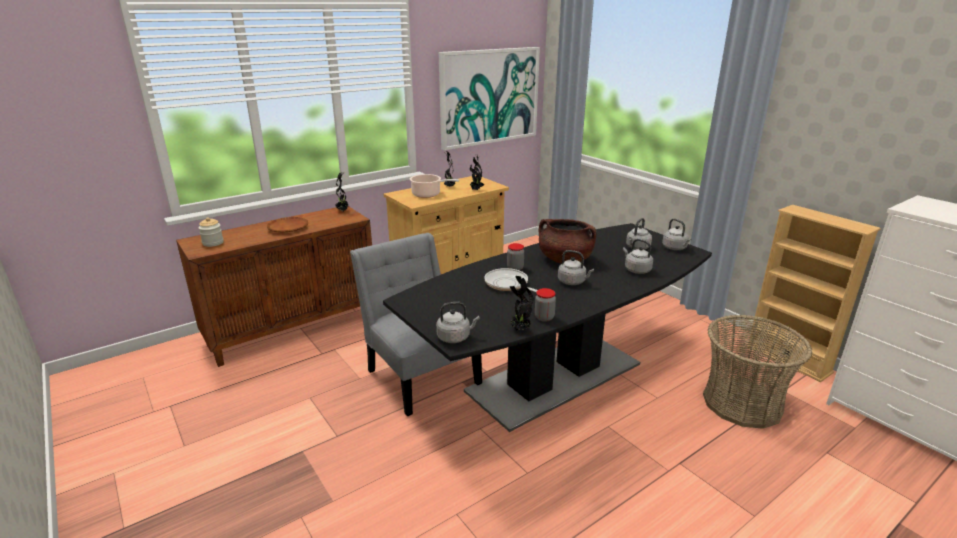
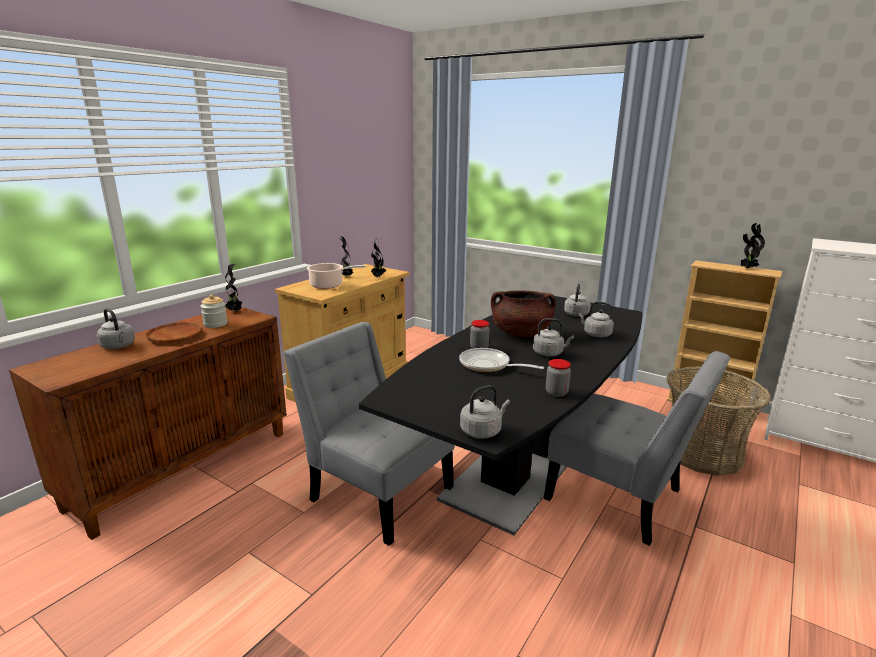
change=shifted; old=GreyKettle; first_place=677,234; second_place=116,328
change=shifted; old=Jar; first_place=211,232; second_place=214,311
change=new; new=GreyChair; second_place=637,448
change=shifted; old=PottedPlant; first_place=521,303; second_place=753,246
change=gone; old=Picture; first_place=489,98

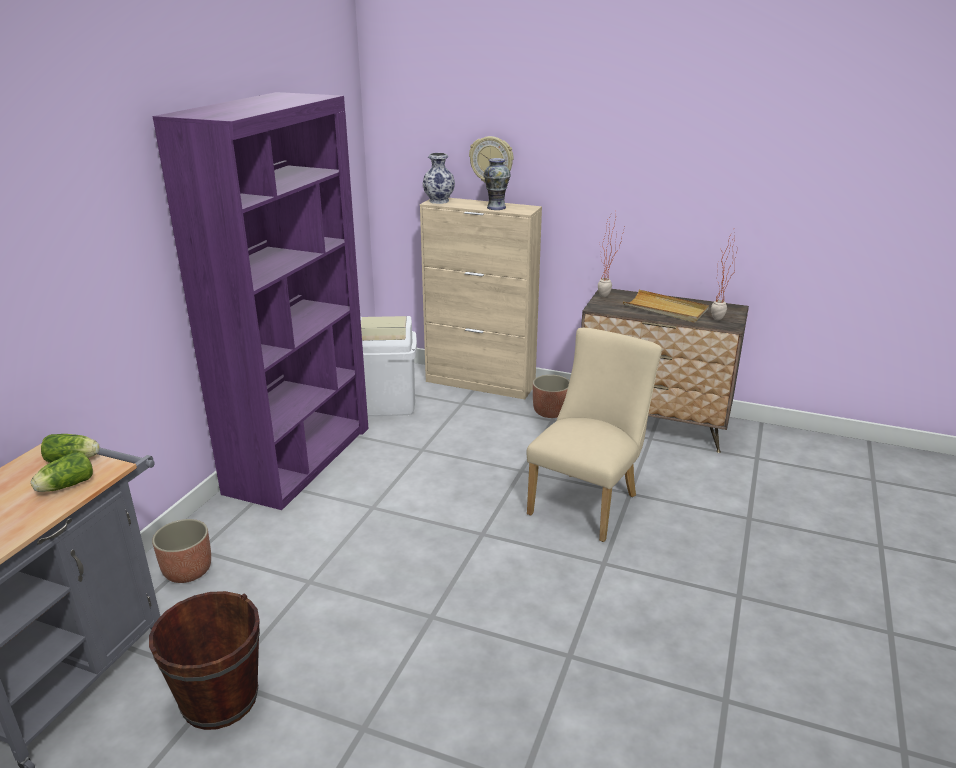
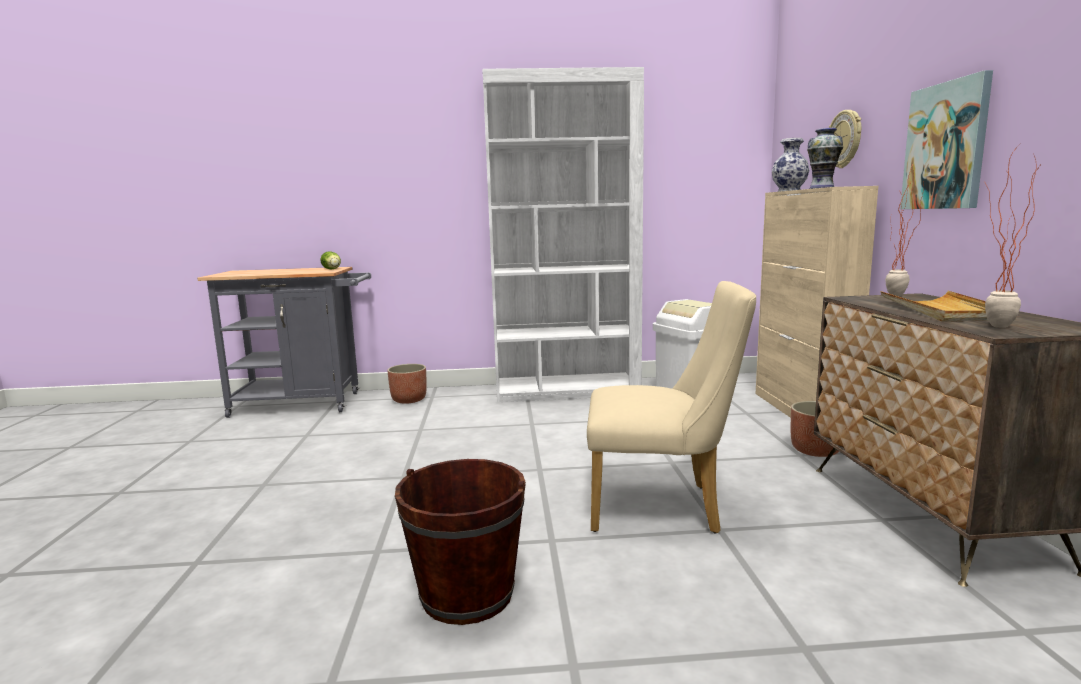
change=shifted; old=BrownBucket; first_place=204,660; second_place=460,542
change=repainted; old=PurpleBookcase; new=WhiteBookcase; first_place=260,301; second_place=563,234
change=new; new=Picture; second_place=946,139
change=gone; old=Lettuce; first_place=62,472

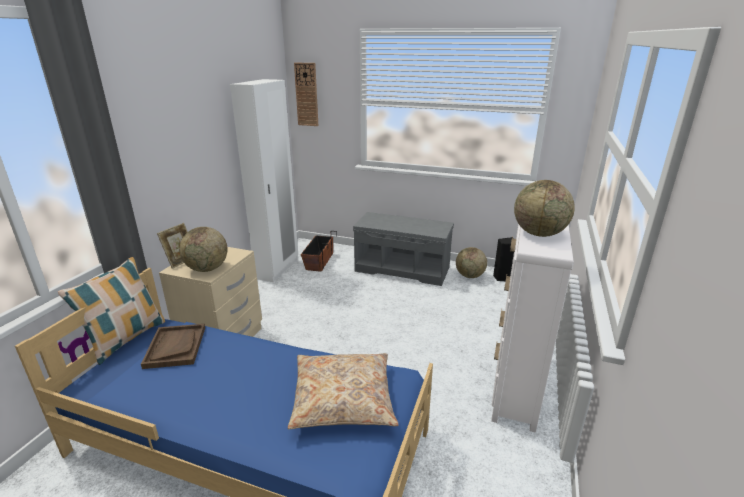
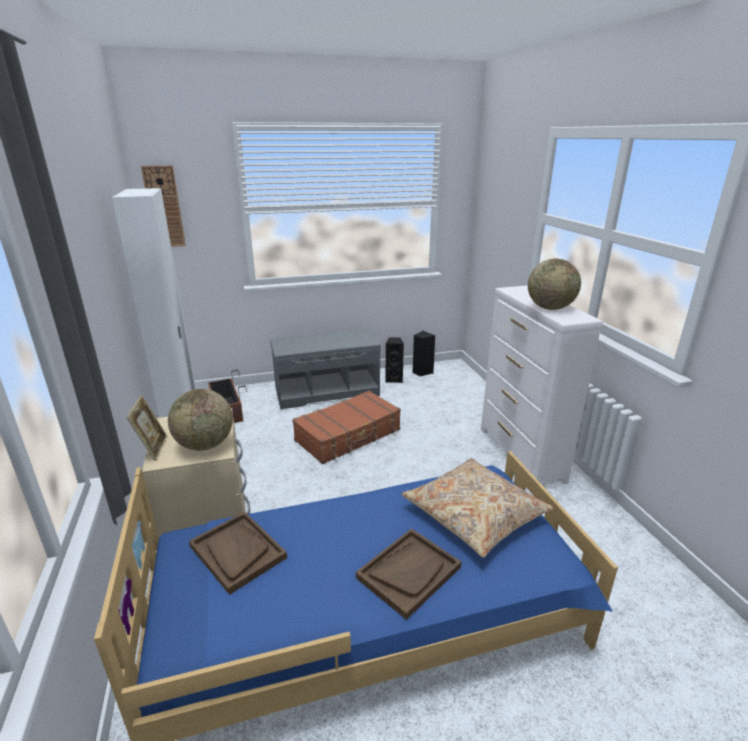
change=new; new=BrownSuitcase; second_place=346,427
change=new; new=BrownTray; second_place=408,574
change=swapped; old=Globe; new=BlackSpeaker; first_place=471,262; second_place=394,360
change=gone; old=Pillow; first_place=111,311

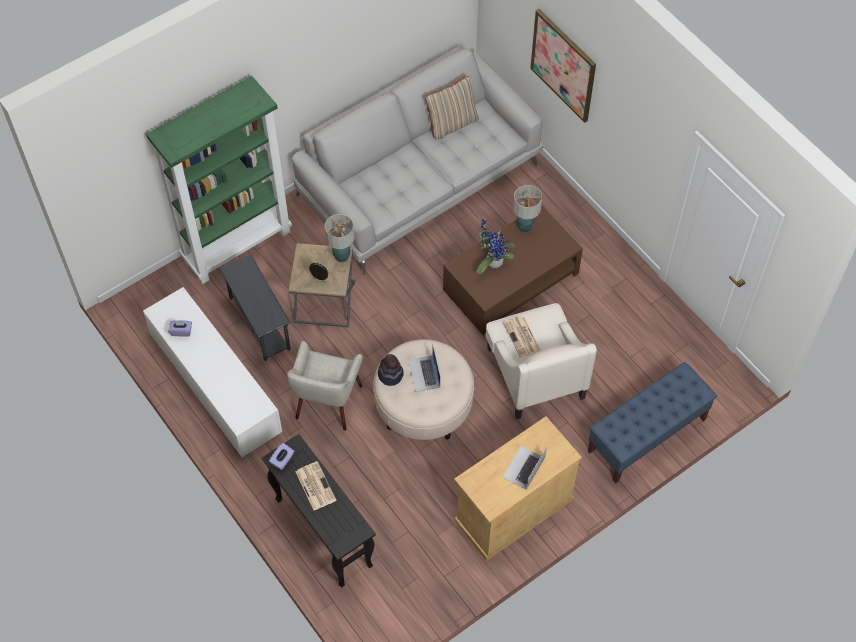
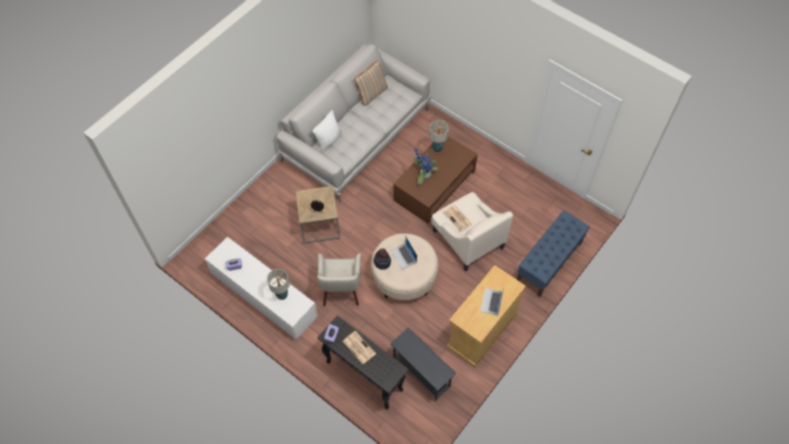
change=shifted; old=TableLamp; first_place=340,238; second_place=278,284
change=new; new=WhitePillow; second_place=327,131
change=shifted; old=GreySideTable; first_place=255,307; second_place=423,364
change=gone; old=GreenBookcase; first_place=219,180
change=gone; old=Picture; first_place=563,66

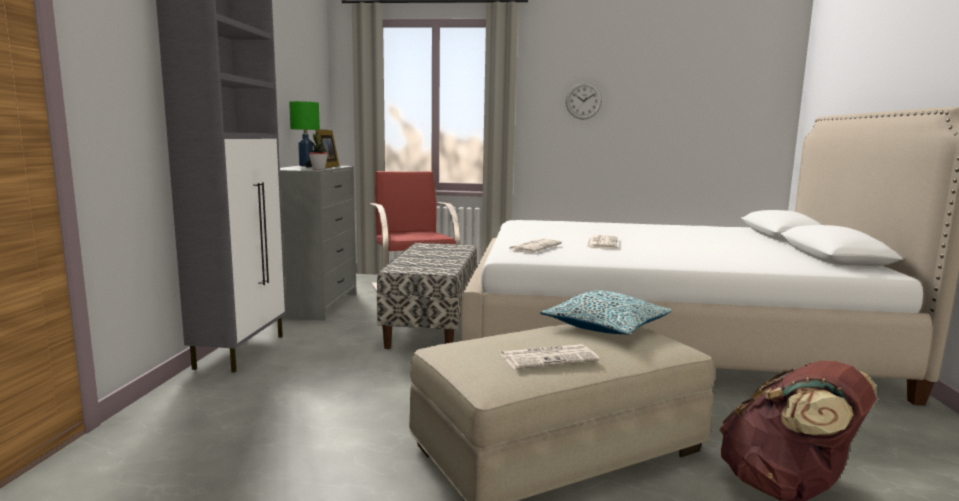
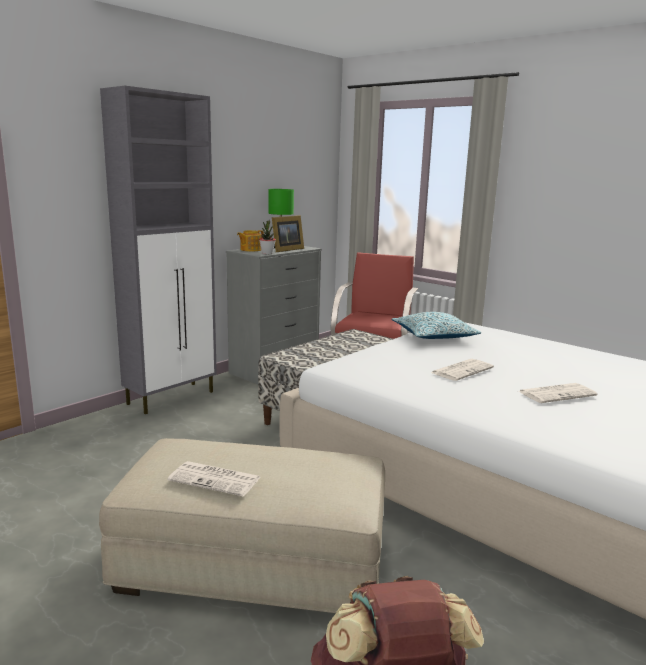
change=new; new=Teapot; second_place=250,241
change=shifted; old=Pillow; first_place=606,312; second_place=436,325
change=shifted; old=Newspaper; first_place=535,245; second_place=557,393
change=gone; old=WallClock; first_place=584,101

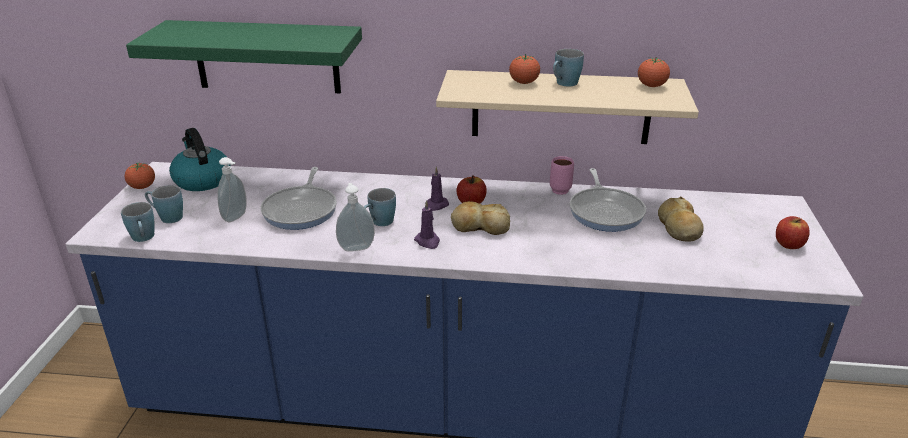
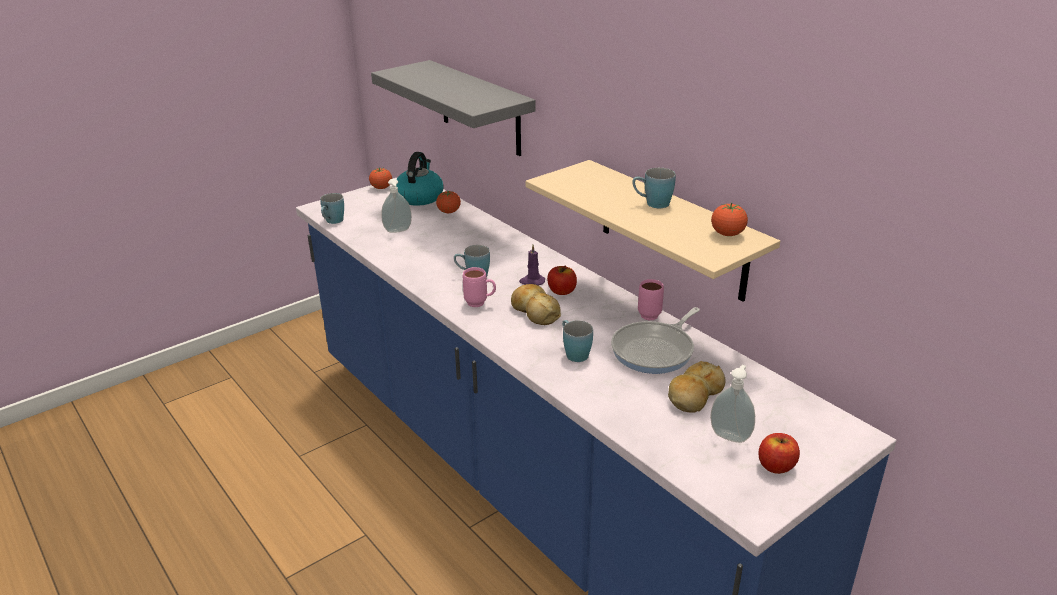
change=repainted; old=GreenShelf; new=GreyShelf; first_place=244,57; second_place=453,108
change=shifted; old=Tomato; first_place=524,69; second_place=448,201
change=swapped; old=PurpleCandle; new=PinkMug; first_place=427,224; second_place=479,287
change=shifted; old=BlueMug; first_place=164,204; second_place=577,341
change=shifted; old=SoapDispenser; first_place=355,217; second_place=732,404
change=gone; old=FryingPan; first_place=299,198

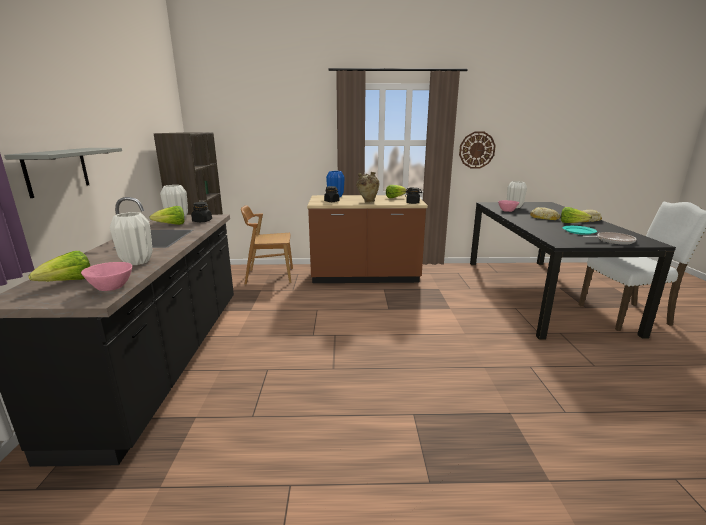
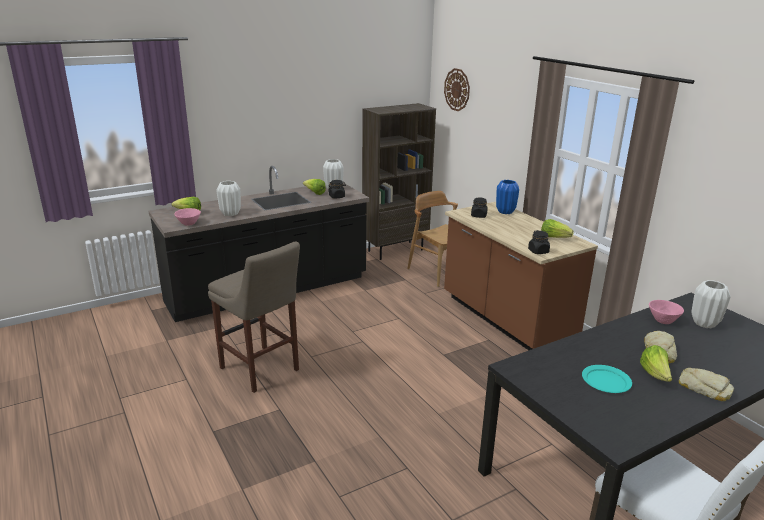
change=new; new=BeigeStool; second_place=254,317
change=shifted; old=WallClock; first_place=477,150; second_place=457,89
change=gone; old=GreyShelf; first_place=63,173
change=gone; old=BeigeVase; first_place=367,187
change=gone; old=FryingPan; first_place=609,238

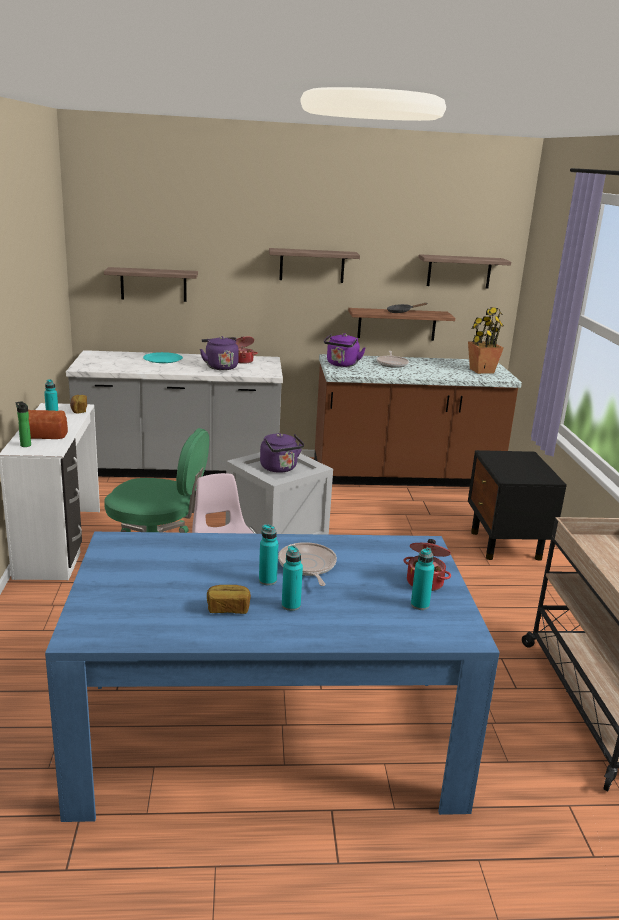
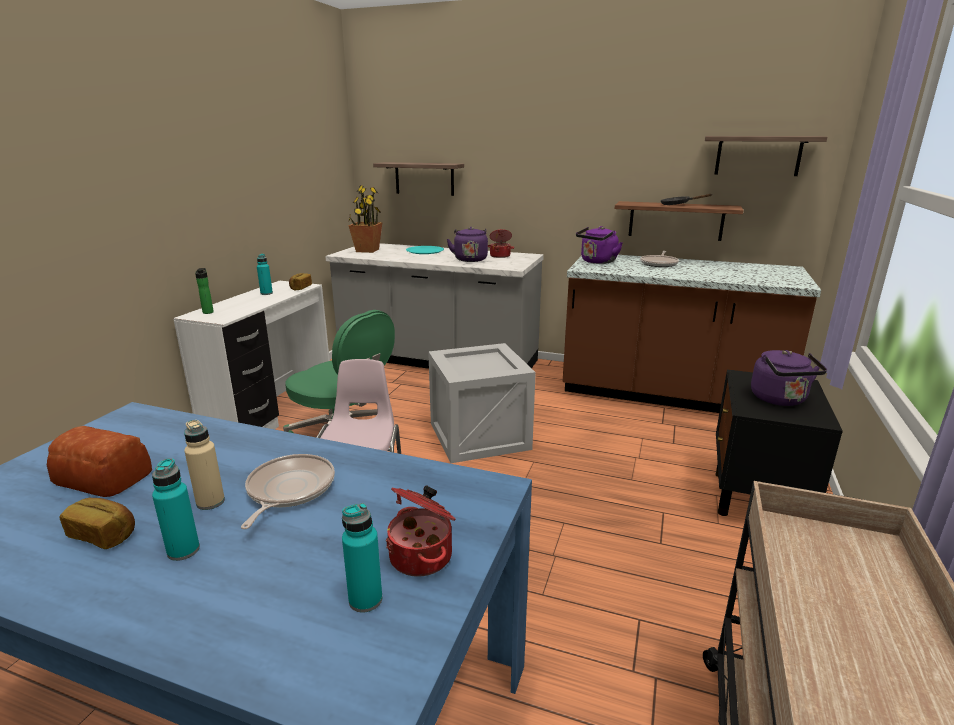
change=shifted; old=Bread; first_place=48,424; second_place=99,461
change=repainted; old=TurquoiseBottle; new=BeigeBottle; first_place=268,555; second_place=204,465
change=shifted; old=PottedPlant; first_place=486,340; second_place=365,219
change=shifted; old=PurpleKettle; first_place=282,453; second_place=789,378
change=gone; old=Shelf; first_place=314,265

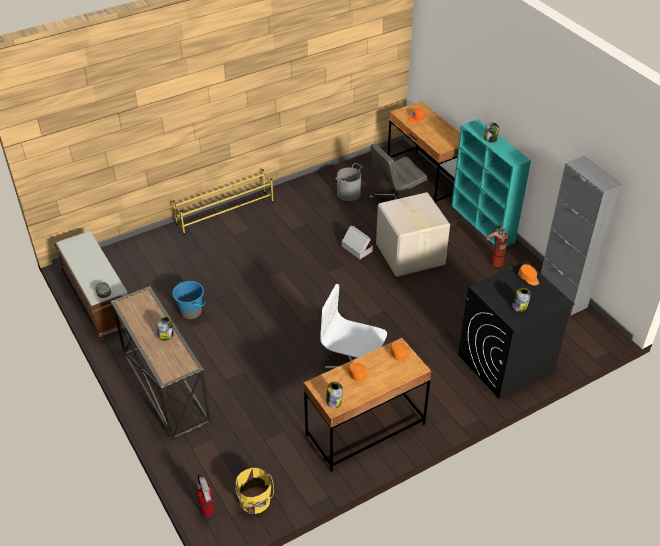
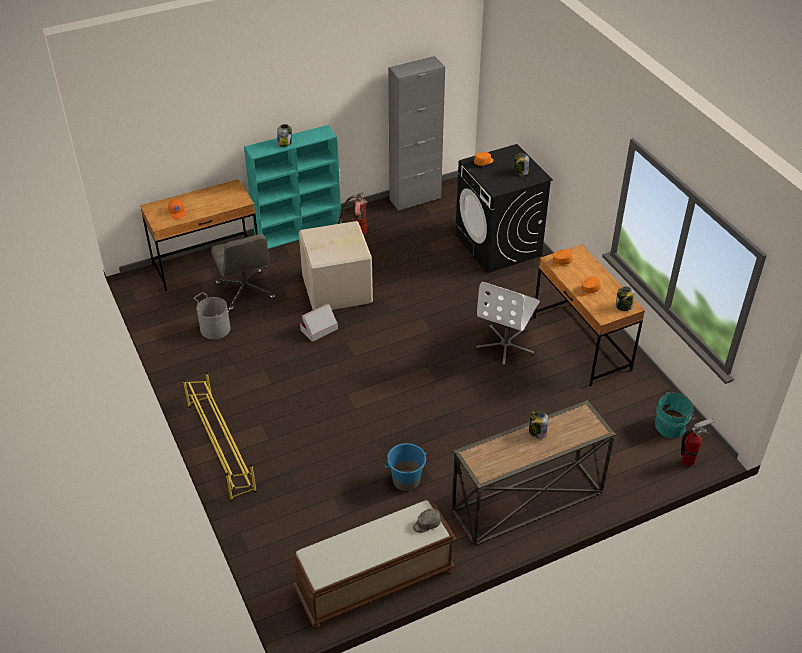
change=repainted; old=YellowBucket; new=TurquoiseBucket; first_place=254,490; second_place=675,415

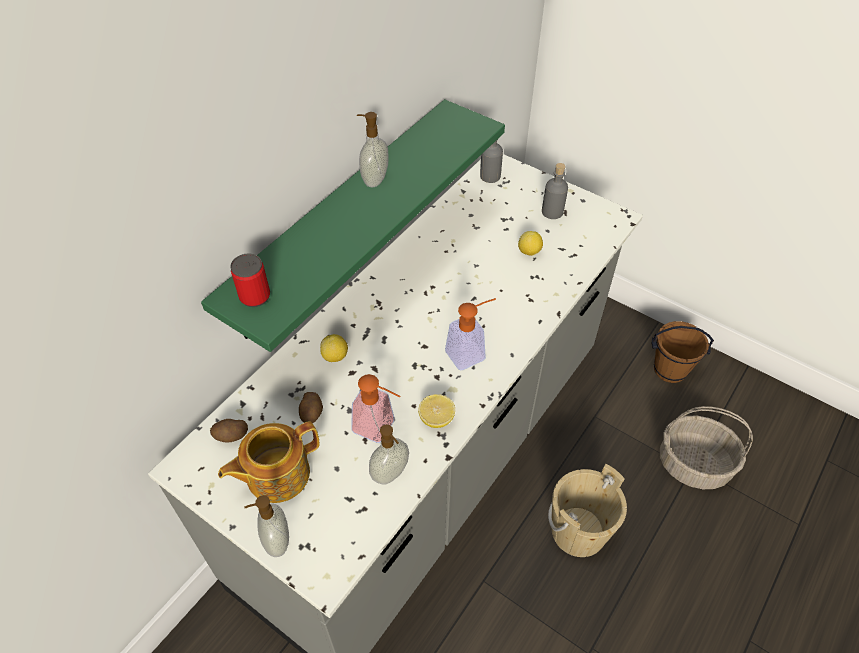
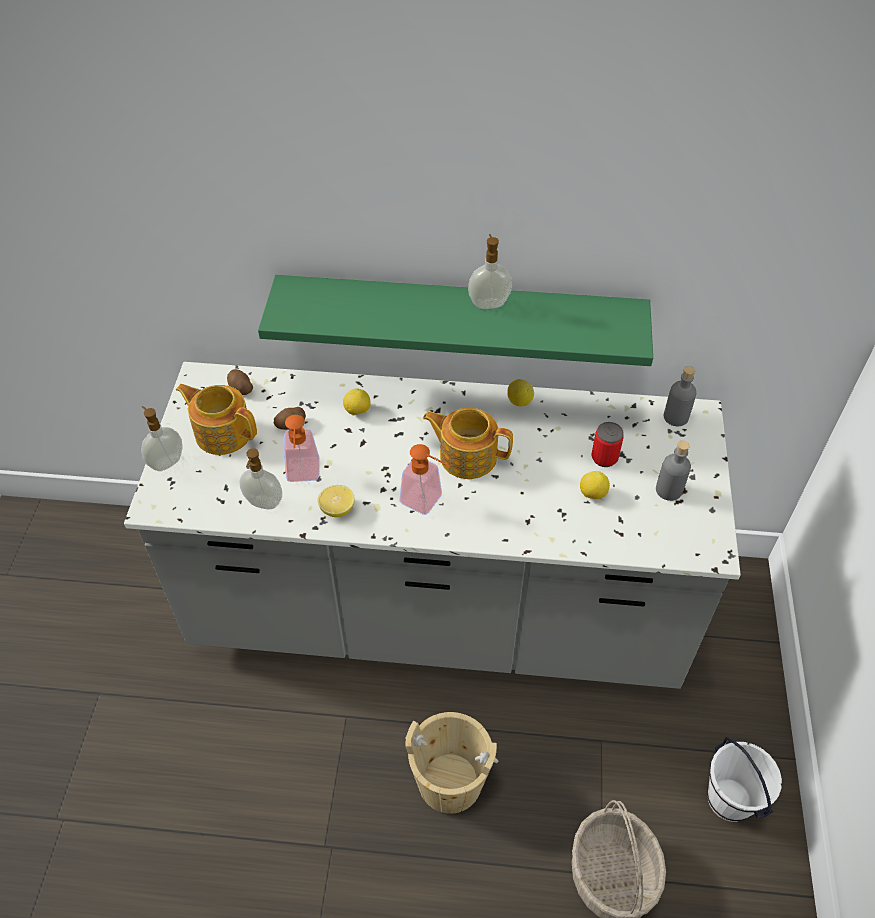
change=new; new=Teapot; second_place=468,443
change=new; new=Lemon; second_place=520,392
change=shifted; old=Can; first_place=250,280; second_place=608,444
change=repainted; old=BrownBucket; new=WhiteBucket; first_place=682,352; second_place=744,779

